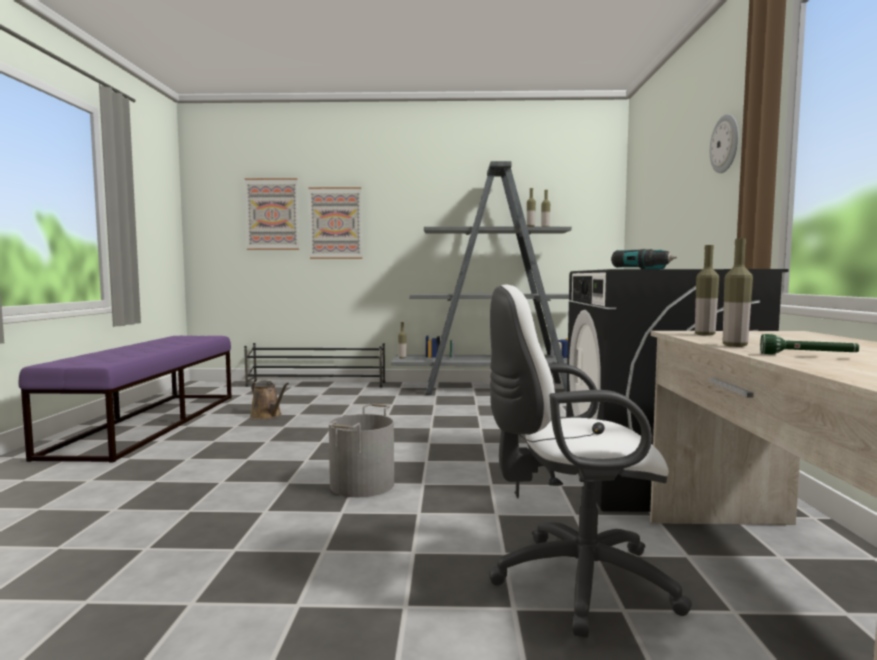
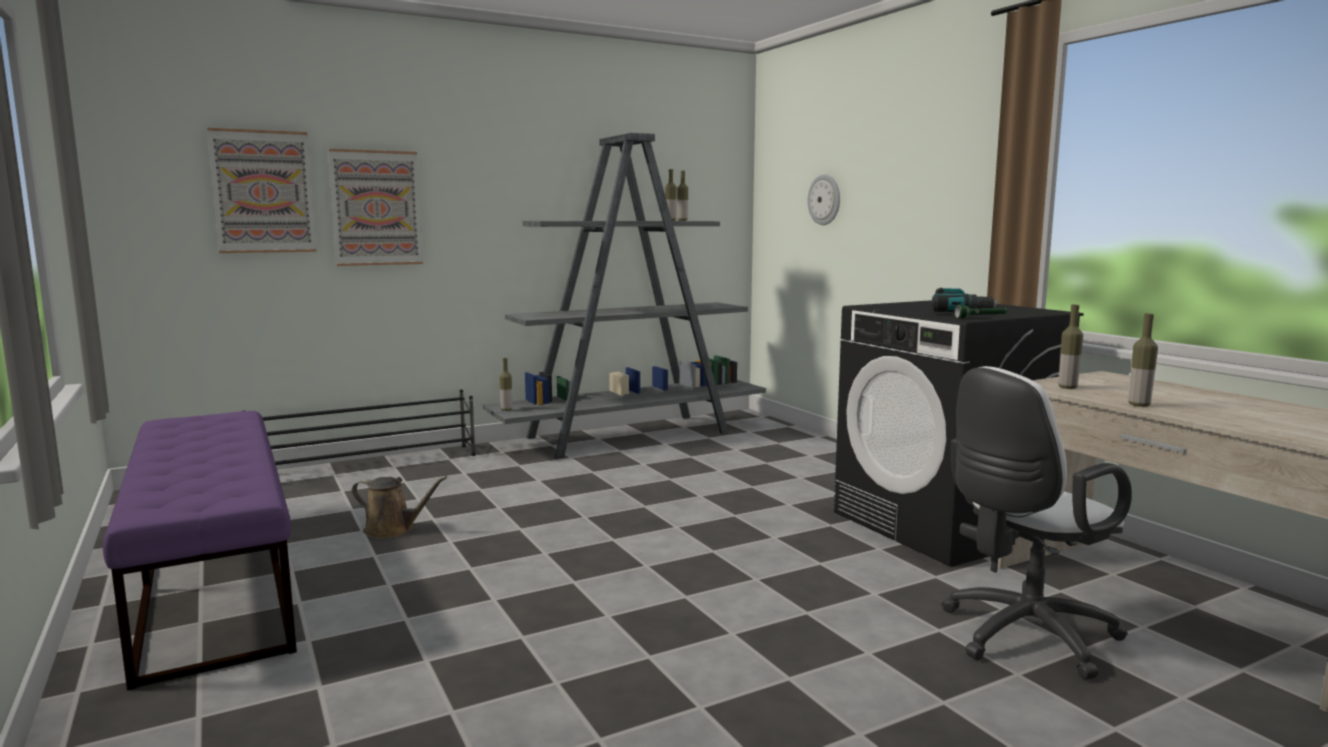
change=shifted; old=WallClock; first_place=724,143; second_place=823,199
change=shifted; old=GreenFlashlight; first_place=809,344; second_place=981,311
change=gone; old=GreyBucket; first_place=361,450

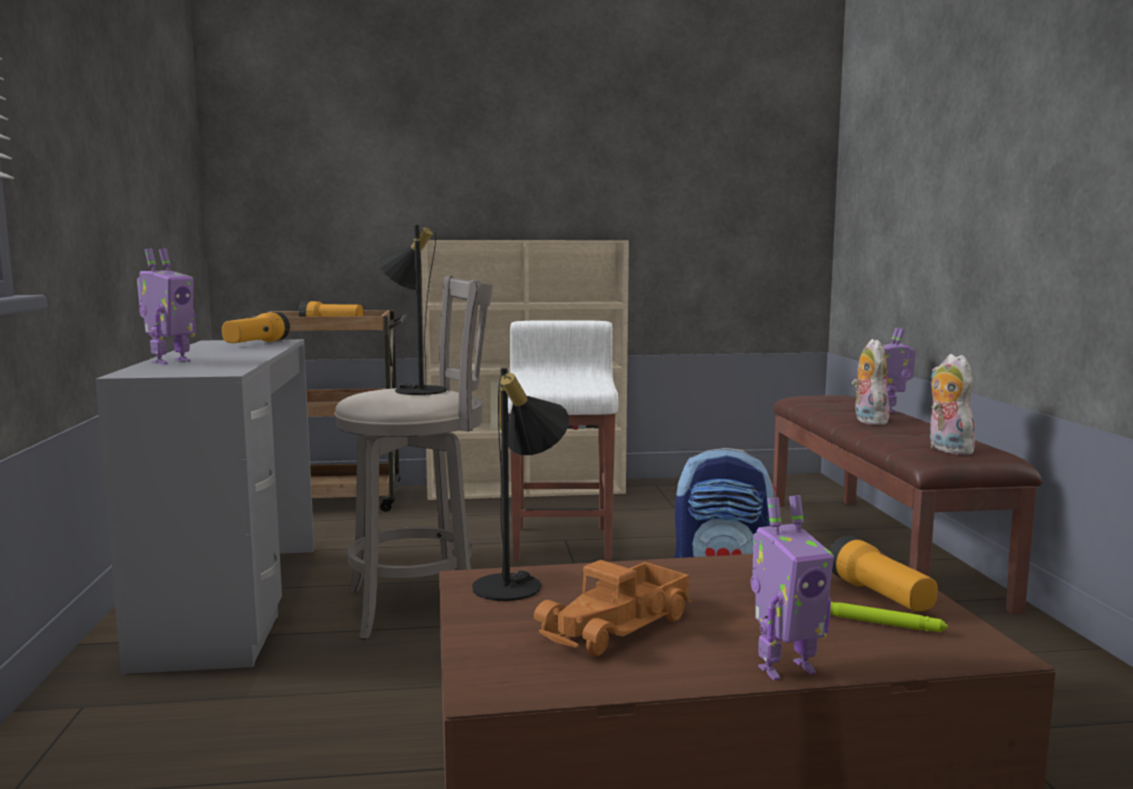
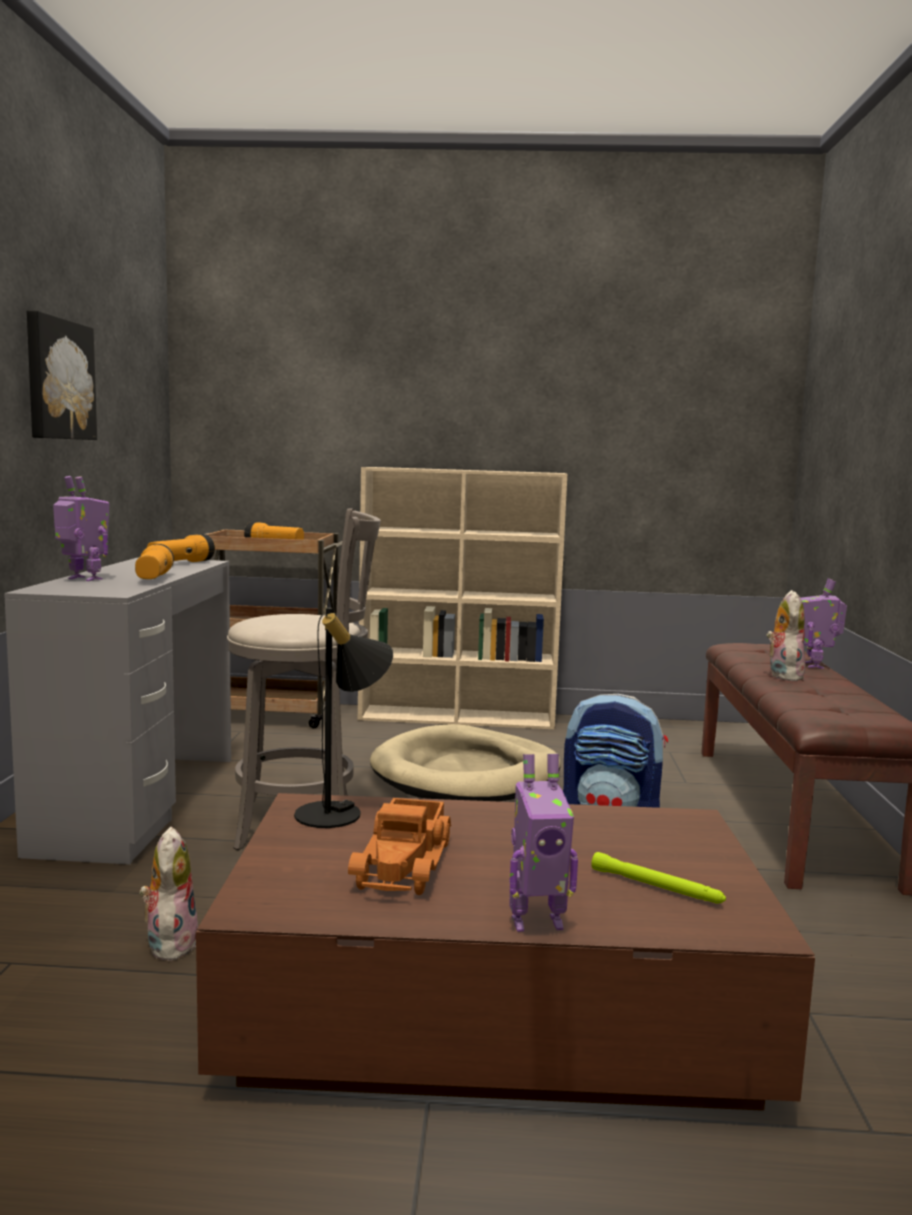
change=new; new=Picture; second_place=62,375
change=rotated; old=ToyRobot; first_place=166,306; second_place=81,528; degrees=-105
change=shifted; old=Flashlight; first_place=883,574; second_place=154,561
change=shifted; old=PlushToy; first_place=955,404; second_place=169,894
change=rotated; old=ToyTruck; first_place=612,608; second_place=399,846; degrees=-45
change=swapped; old=WhiteStool; new=BeigeDogBed; first_place=563,441; second_place=465,763
change=gone; old=BlackTableLamp; first_place=412,310

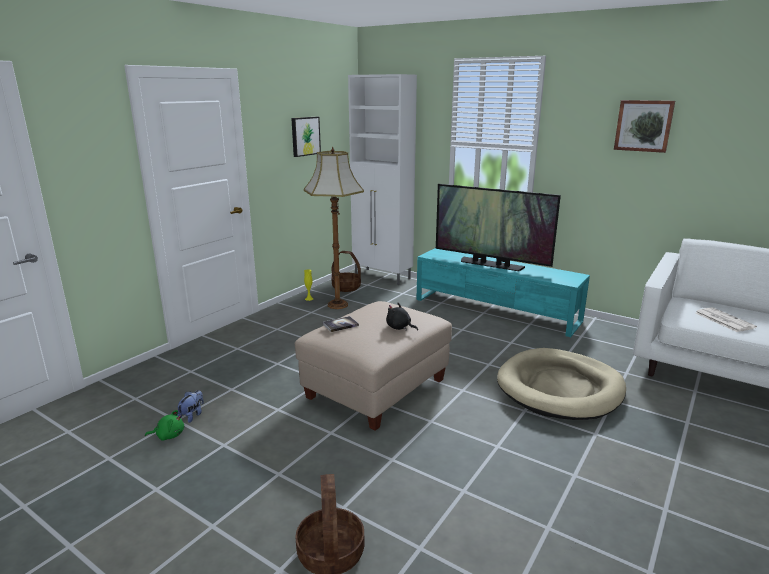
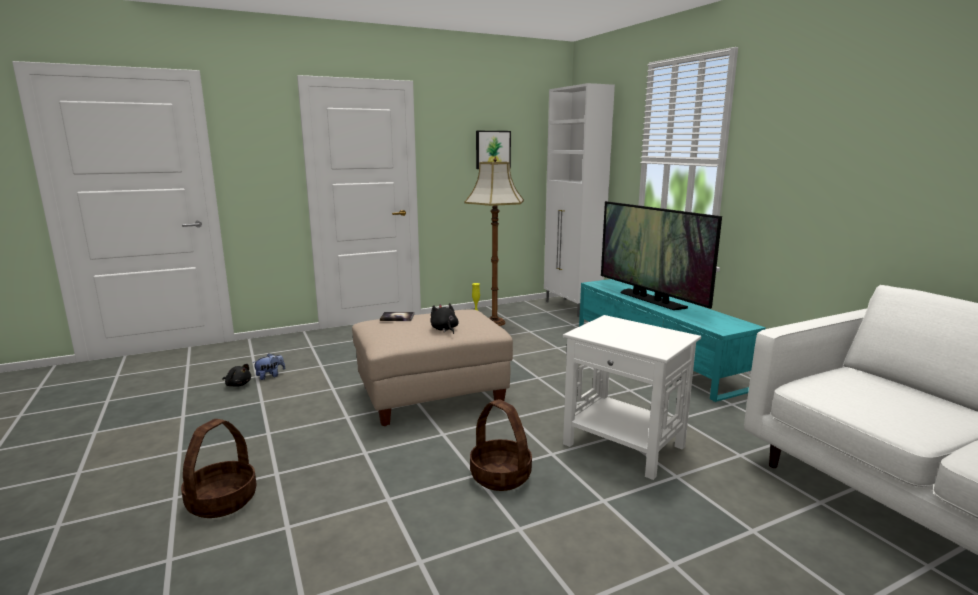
change=repainted; old=GreenPlushToy; new=BlackPlushToy; first_place=164,425; second_place=236,375
change=shifted; old=Basket; first_place=346,271; second_place=501,445
change=swapped; old=BeigeDogBed; new=WhiteSideTable; first_place=561,384; second_place=632,397
change=gone; old=Picture; first_place=644,126
change=gone; old=Newspaper; first_place=726,319

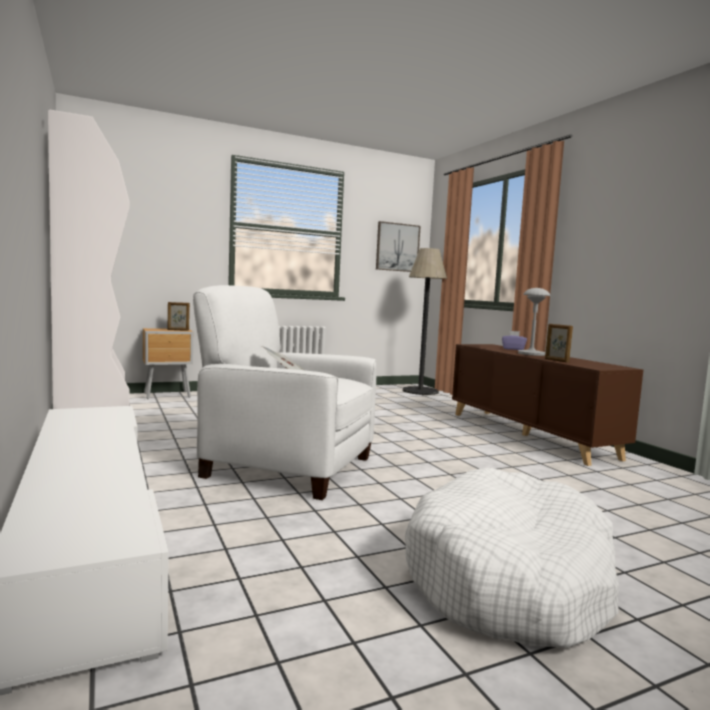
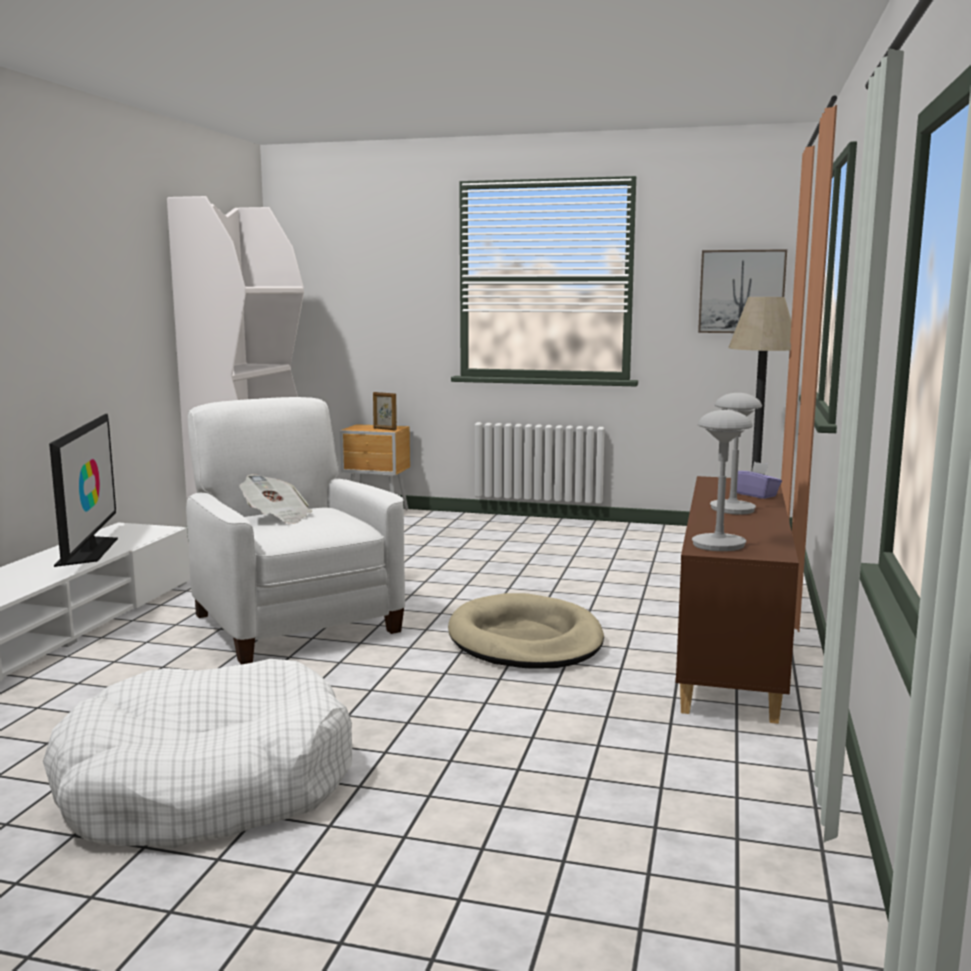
change=new; new=Television; second_place=83,490
change=new; new=BeigeDogBed; second_place=526,631
change=new; new=GreyTableLamp; second_place=722,480
change=gone; old=PictureFrame; first_place=559,343

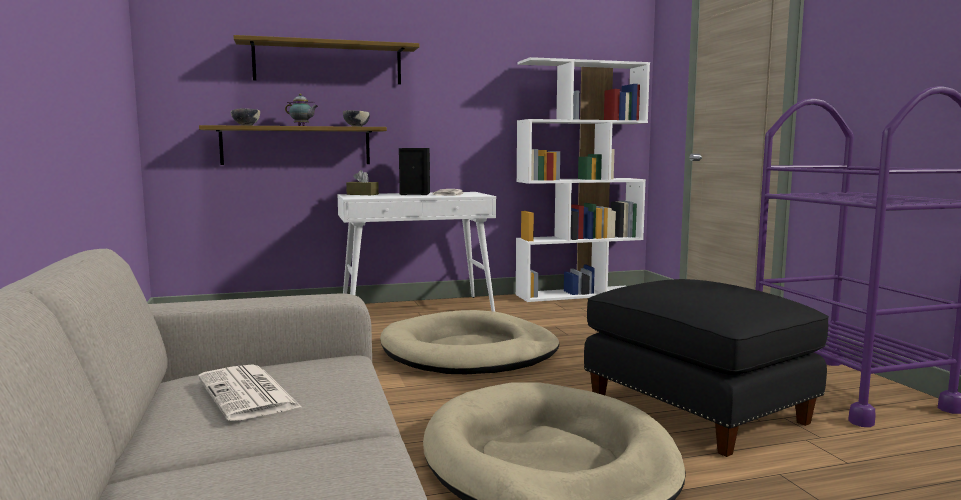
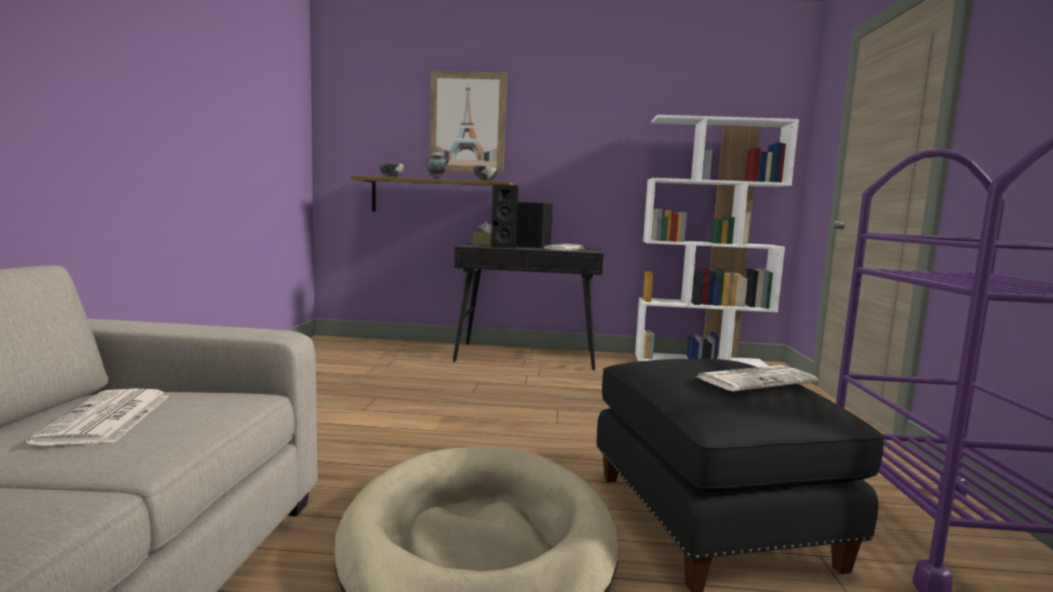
change=swapped; old=Shelf; new=Picture; first_place=326,59; second_place=468,122
change=repainted; old=WhiteConsoleTable; new=BlackConsoleTable; first_place=416,252; second_place=528,306
change=new; new=BlackSpeaker; second_place=505,216
change=new; new=Newspaper; second_place=756,378
change=gone; old=BeigeDogBed; first_place=469,342

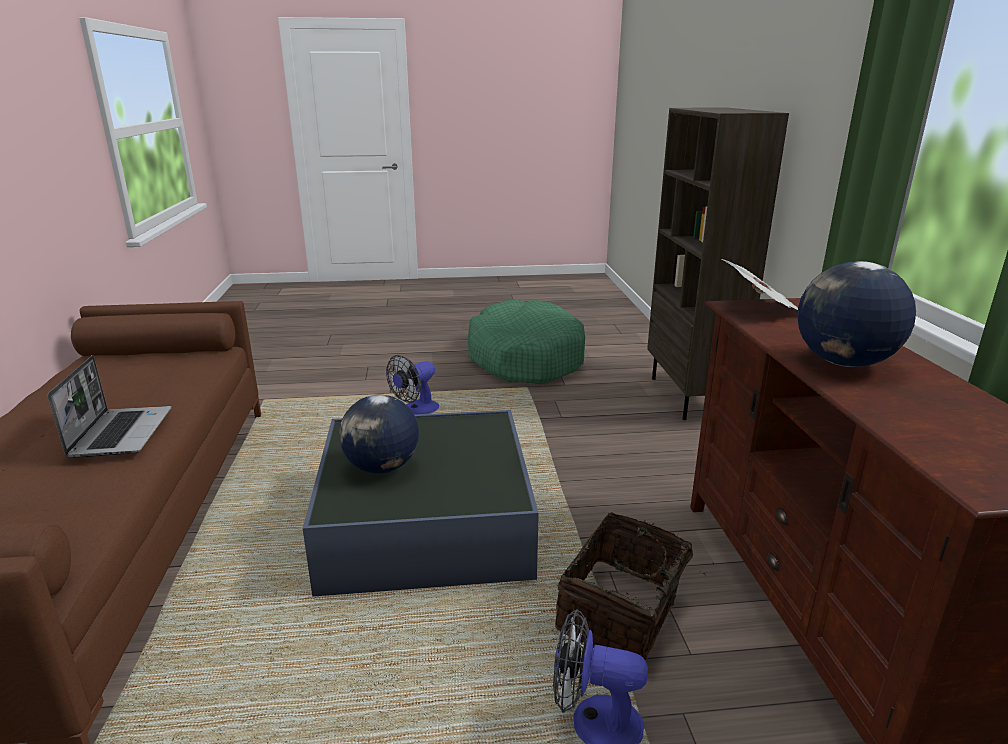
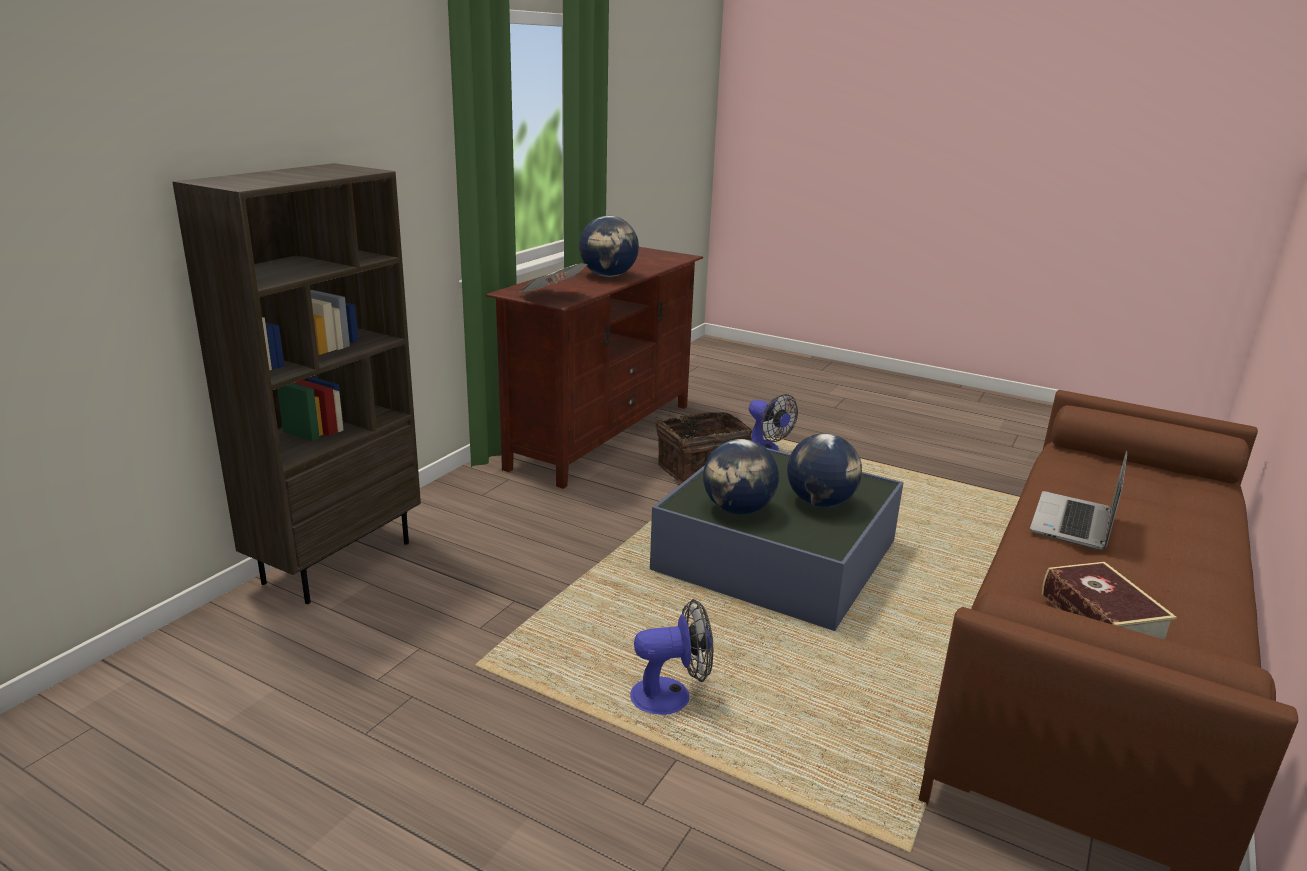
change=new; new=Globe; second_place=741,476
change=new; new=Book; second_place=1109,601
change=gone; old=GreenDogBed; first_place=526,341

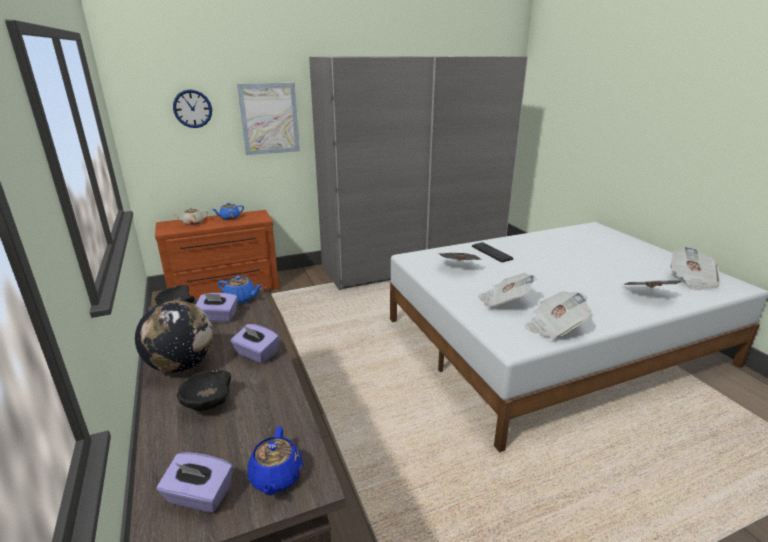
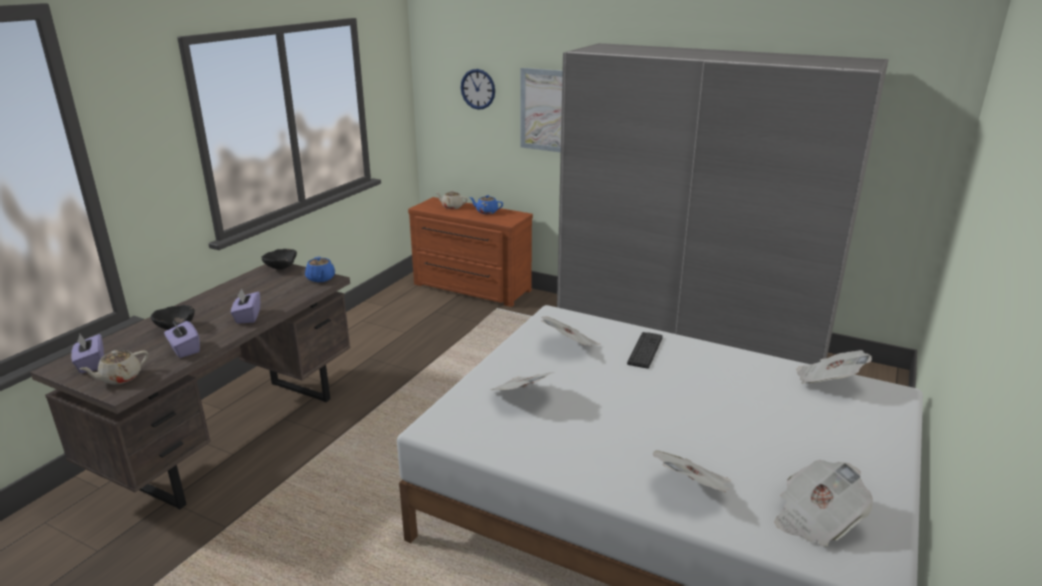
change=repainted; old=BlueTeapot; new=BeigeTeapot; first_place=275,460; second_place=114,367
change=shifted; old=PurpleTissueBox; first_place=217,307; second_place=182,339
change=shifted; old=Newspaper; first_place=558,315; second_place=834,367
change=gone; old=Globe; first_place=174,336

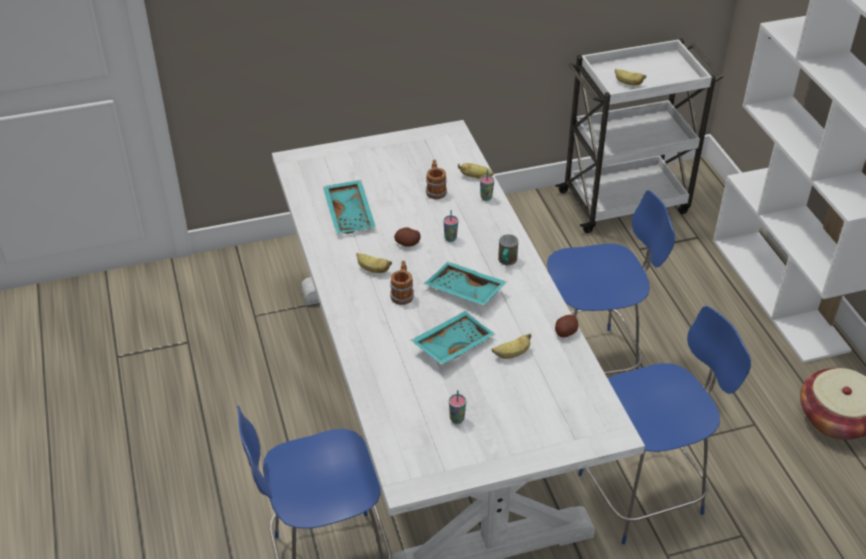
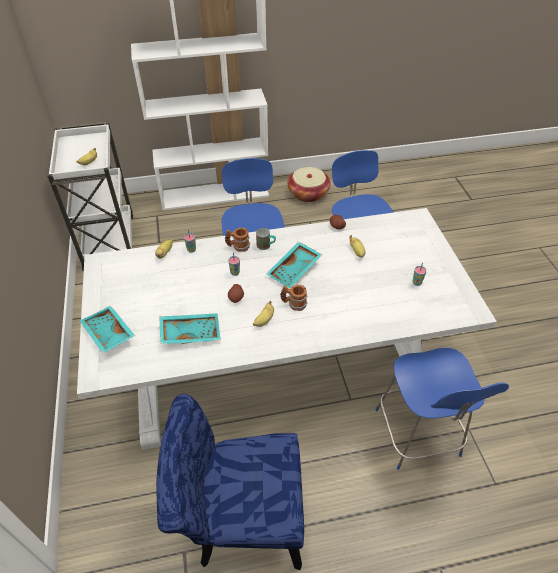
change=shifted; old=TurquoiseTray; first_place=453,338; second_place=107,329
change=new; new=BlueChair; second_place=230,482
change=shifted; old=Mug; first_place=436,179; second_place=237,240

